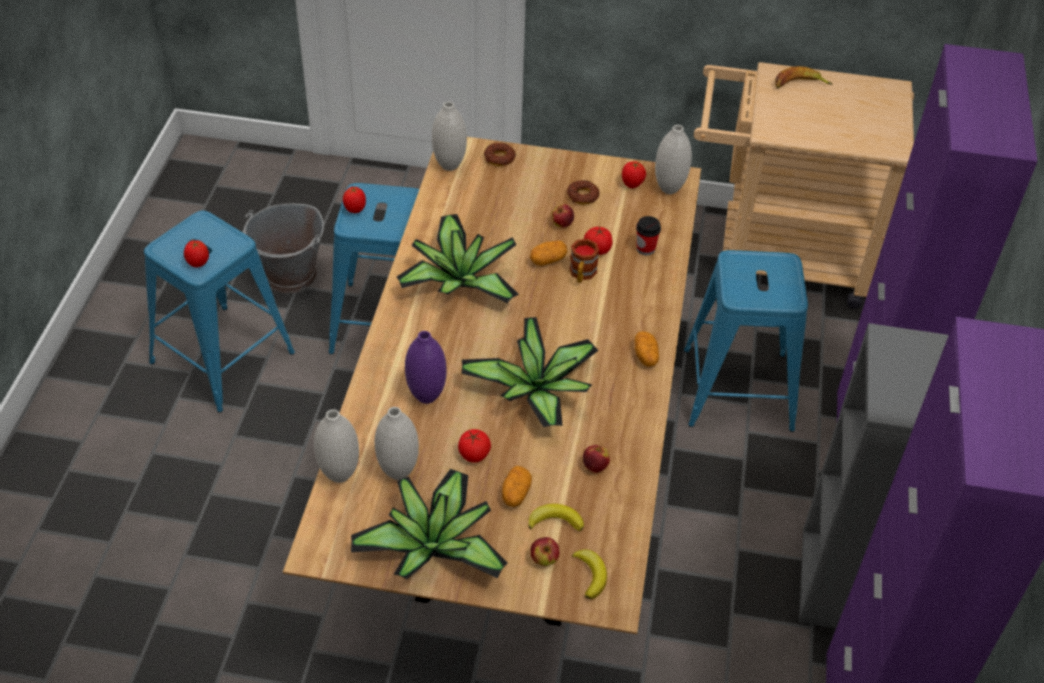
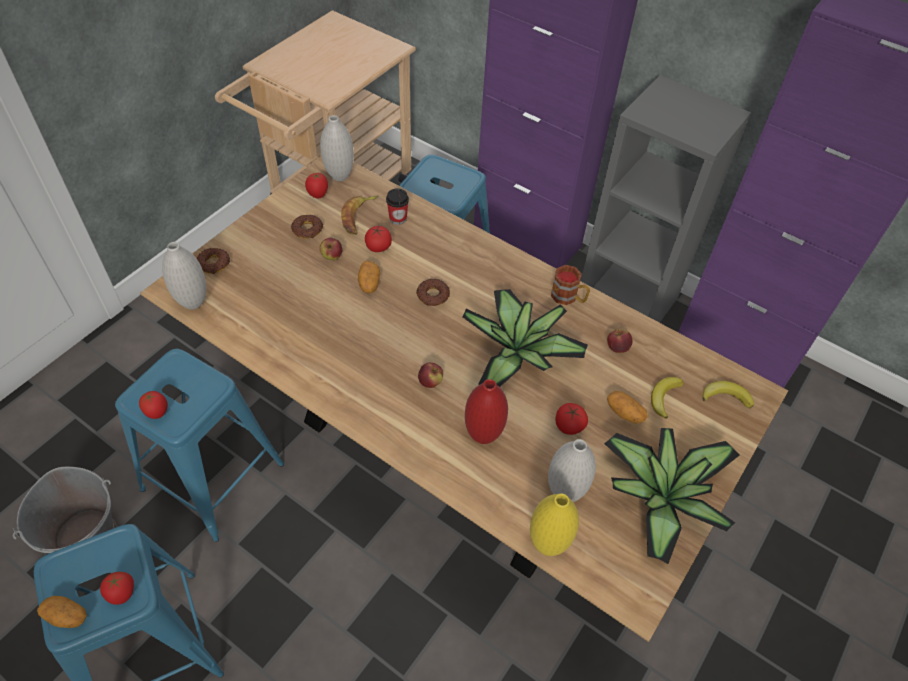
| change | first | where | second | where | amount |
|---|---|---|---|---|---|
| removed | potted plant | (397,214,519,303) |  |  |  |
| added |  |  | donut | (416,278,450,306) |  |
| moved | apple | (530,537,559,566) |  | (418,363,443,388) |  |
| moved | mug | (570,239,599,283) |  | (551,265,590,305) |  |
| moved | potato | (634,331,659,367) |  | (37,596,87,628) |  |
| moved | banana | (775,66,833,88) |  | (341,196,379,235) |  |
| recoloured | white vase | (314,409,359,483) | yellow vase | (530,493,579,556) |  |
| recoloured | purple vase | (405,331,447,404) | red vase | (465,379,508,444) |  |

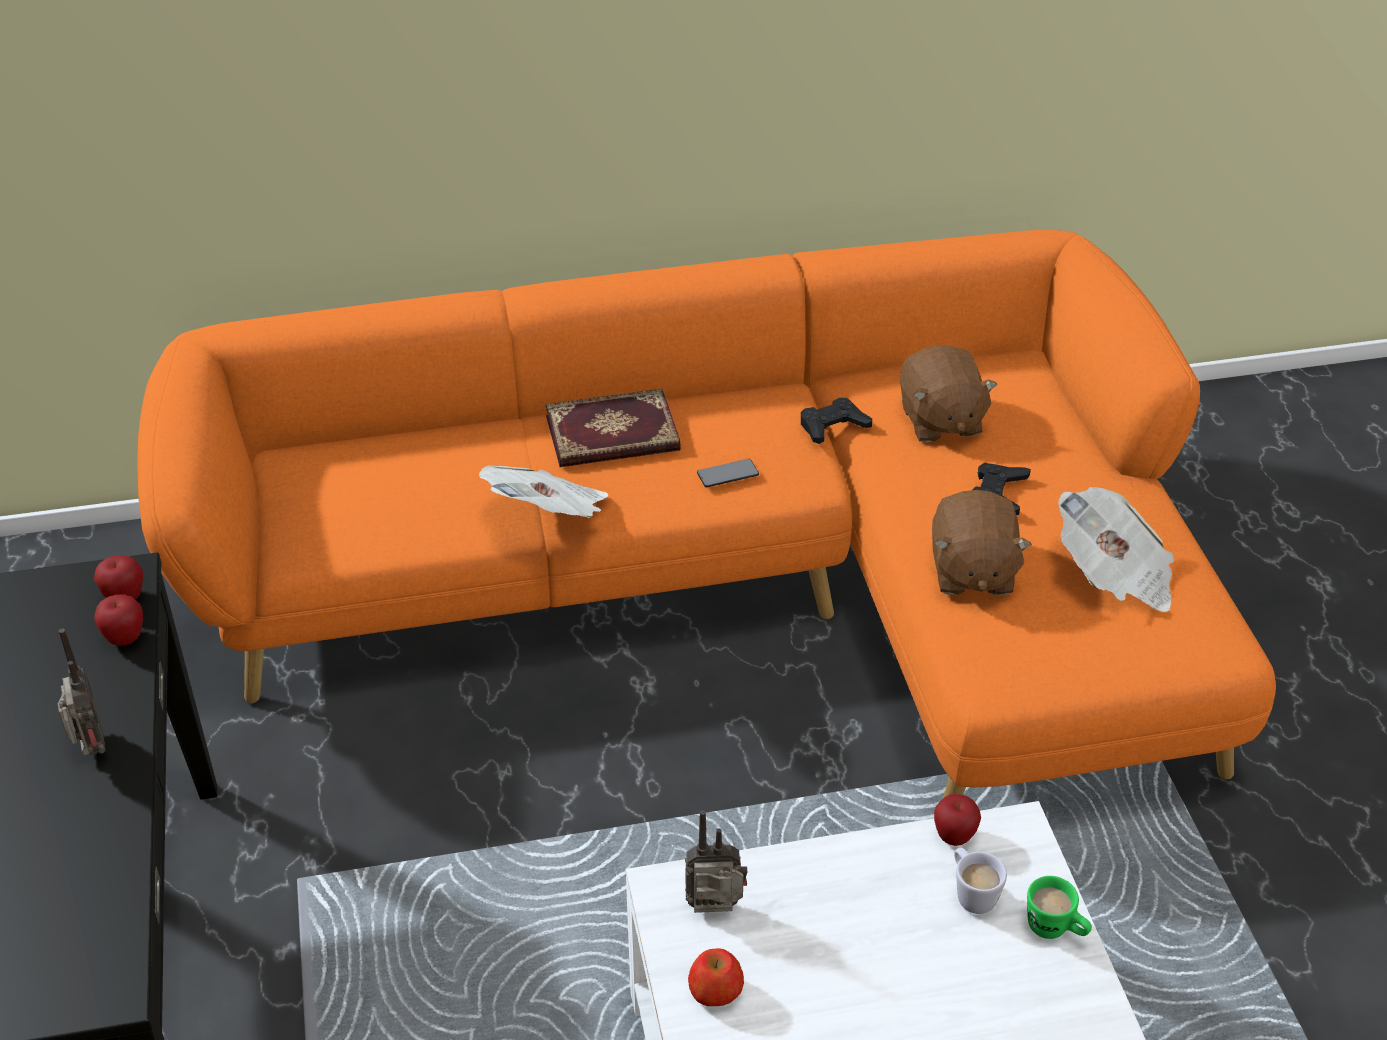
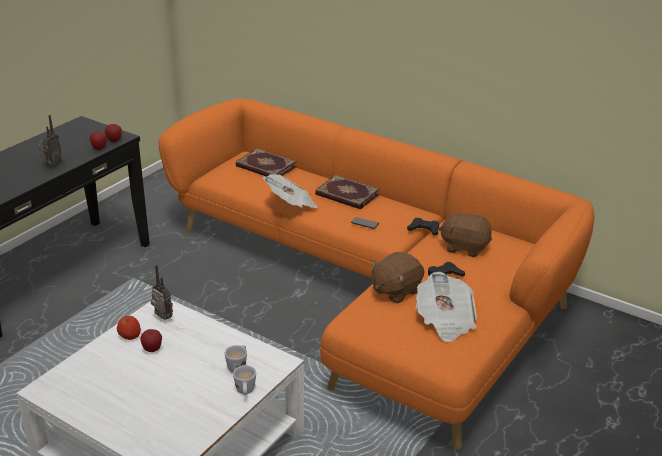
| change | first | where | second | where | amount |
|---|---|---|---|---|---|
| added |  |  | book | (236,148,297,177) |  |
| moved | apple | (934,794,981,846) |  | (140,329,162,352) |  |
| recoloured | green mug | (1027,876,1092,939) | white mug | (233,365,256,395) |  |
| turned | brown plush toy | (900,345,998,443) |  | (439,210,492,257) | 75 degrees clockwise |

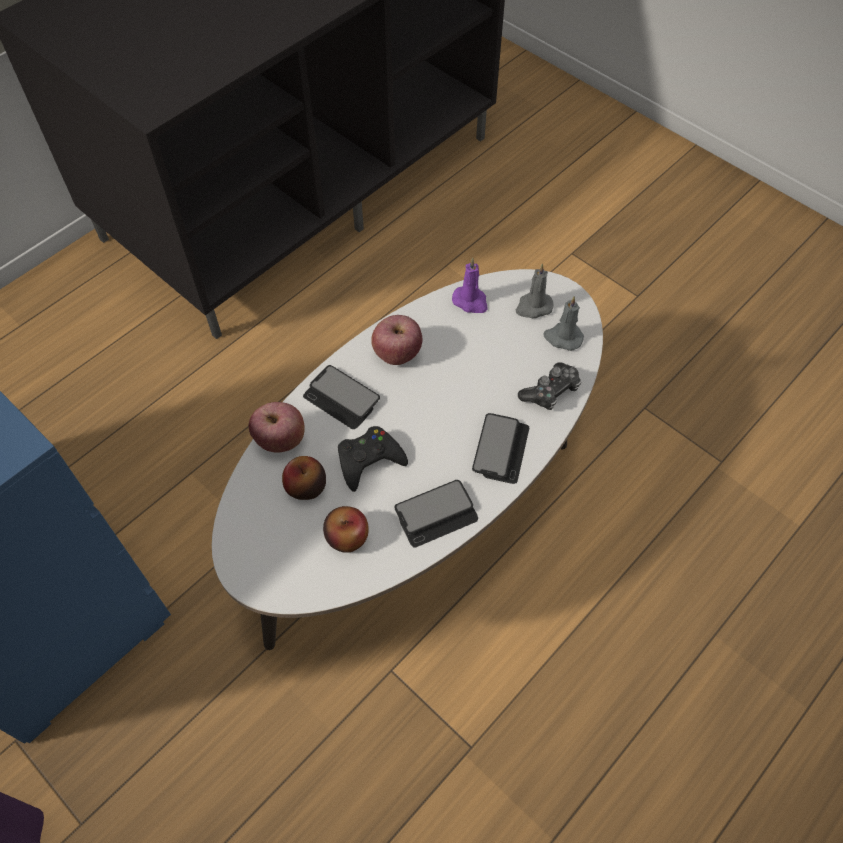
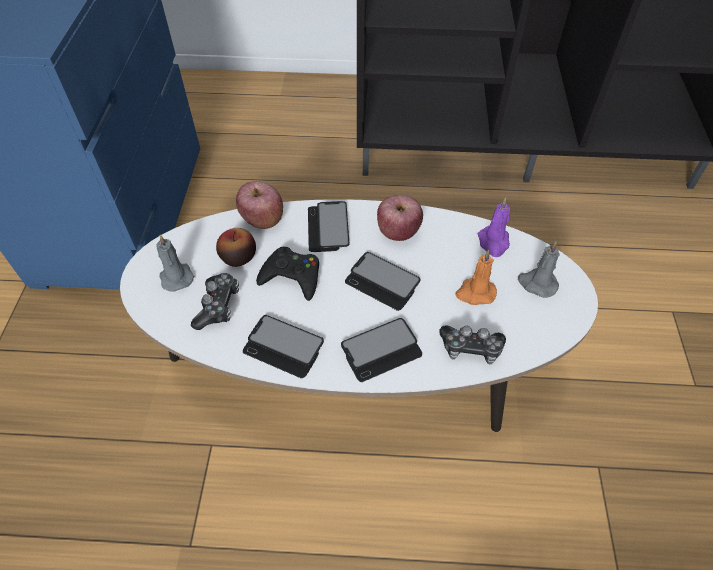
| change | first | where | second | where | amount |
|---|---|---|---|---|---|
| added |  |  | phone | (345,252,420,311) |  |
| added |  |  | orange candle | (455,250,497,305) |  |
| moved | grey candle | (543,296,584,351) |  | (156,235,194,292) |  |
| replaced | apple | (323,506,369,553) | game controller | (191,273,239,330) |  |

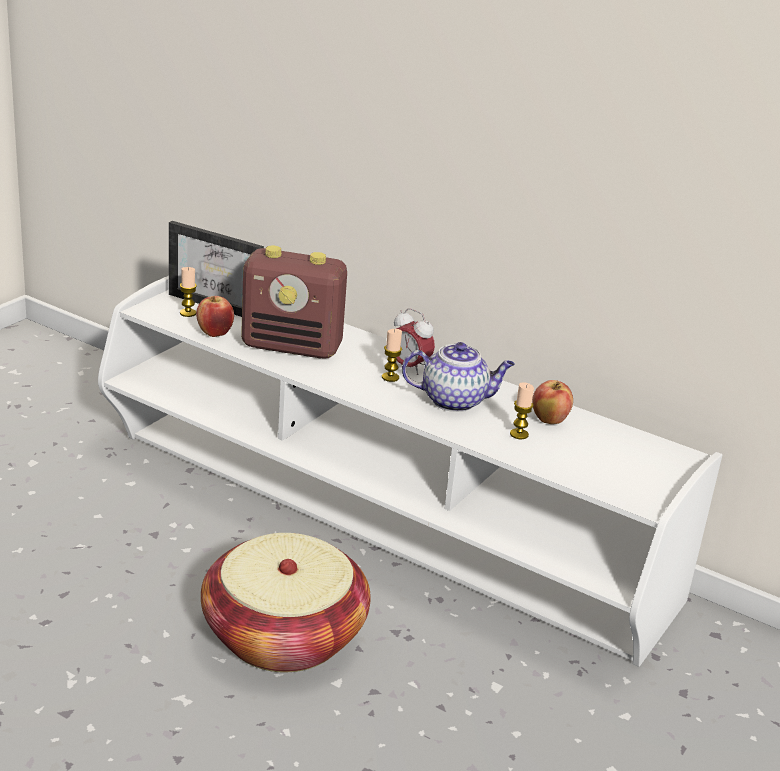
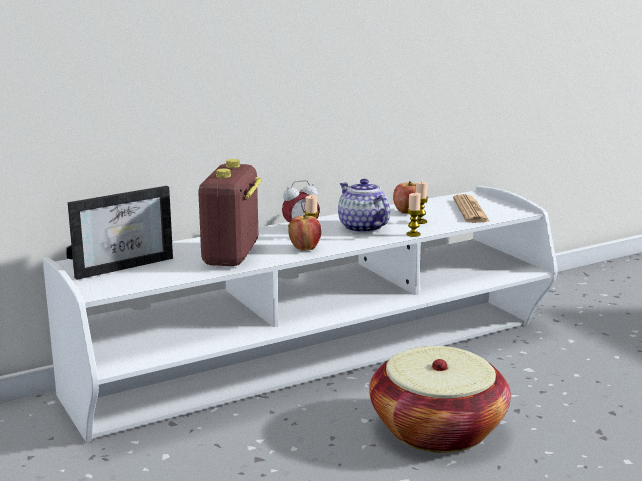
| change | first | where | second | where | amount |
|---|---|---|---|---|---|
| added |  |  | newspaper | (453,194,490,223) |  |
| moved | candle | (180,267,197,317) |  | (406,193,422,237) |  |
| moved | apple | (196,296,234,337) |  | (288,215,322,251) |  |
| turned | radio | (241,246,347,359) |  | (198,159,262,266) | 150 degrees clockwise |
| turned | teapot | (402,342,515,412) |  | (338,179,390,233) | 60 degrees counterclockwise |

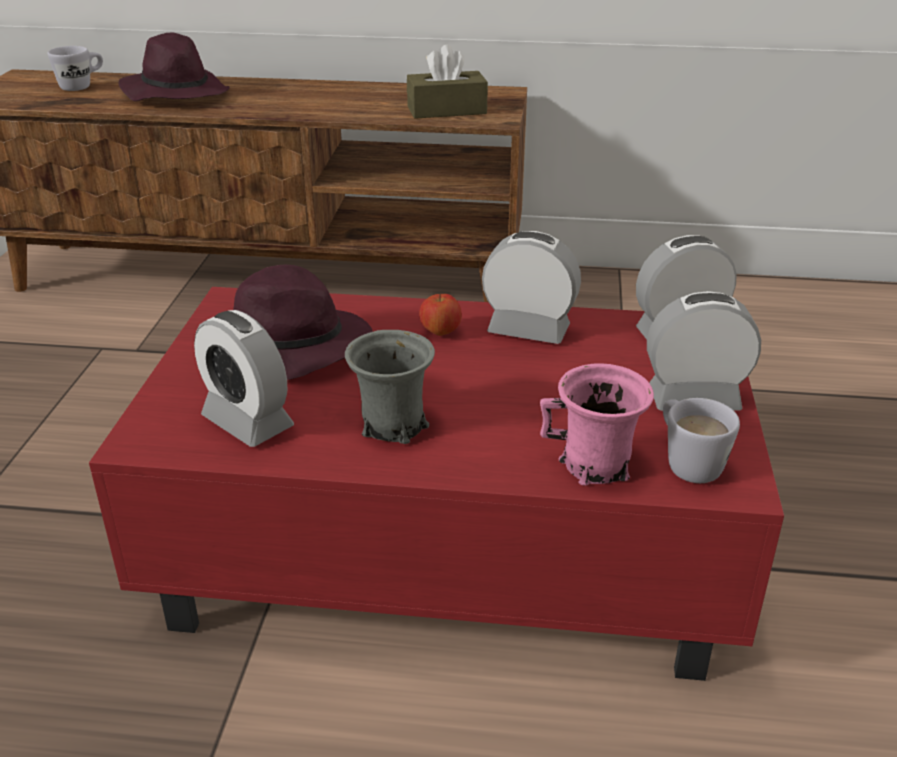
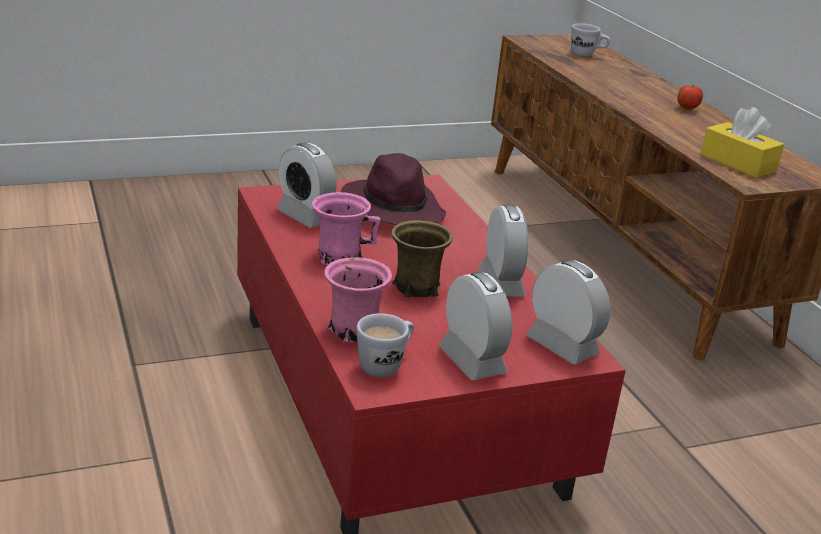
| change | first | where | second | where | amount |
|---|---|---|---|---|---|
| removed | purple hat | (119,32,230,101) |  |  |  |
| added |  |  | brown mug | (391,221,453,297) |  |
| moved | apple | (419,294,462,336) |  | (677,85,703,110) |  |
| recoloured | grey mug | (345,330,435,444) | pink mug | (312,192,381,265) |  |
| recoloured | brown tissue box | (407,45,488,119) | yellow tissue box | (701,107,784,178) |  |
| turned | alarm clock | (194,310,294,447) |  | (277,143,337,228) | 60 degrees counterclockwise |

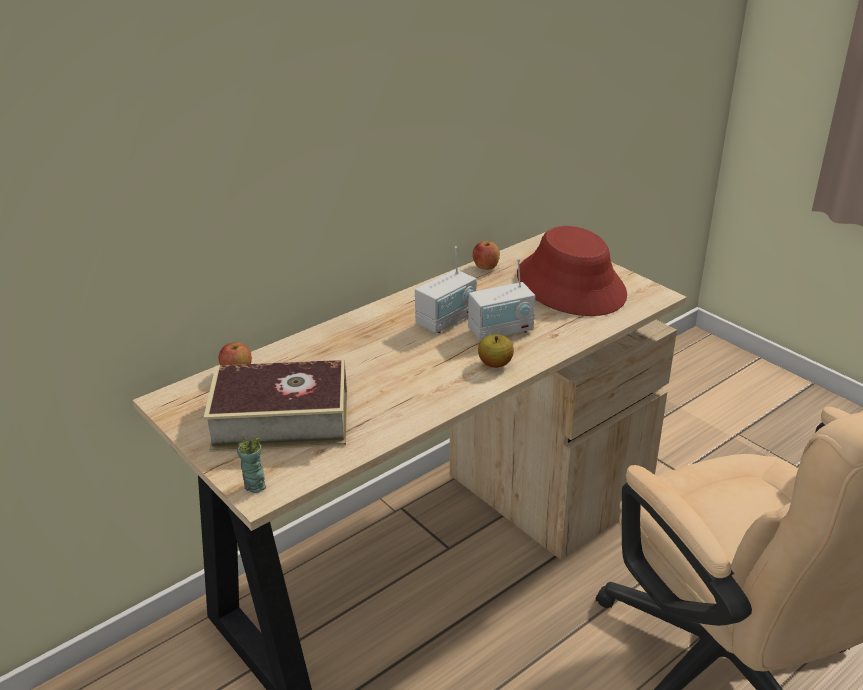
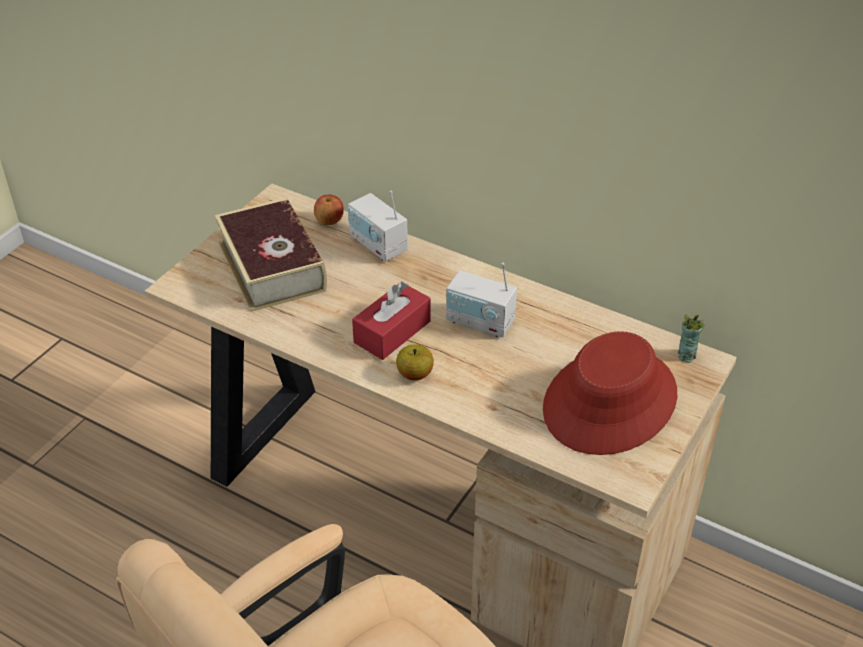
| change | first | where | second | where | amount |
|---|---|---|---|---|---|
| removed | apple | (473,241,500,270) |  |  |  |
| added |  |  | red tissue box | (352,282,431,360) |  |
| moved | cup | (237,437,266,493) |  | (678,314,705,363) |  |
| moved | radio | (468,258,535,341) |  | (348,191,408,262) |  |

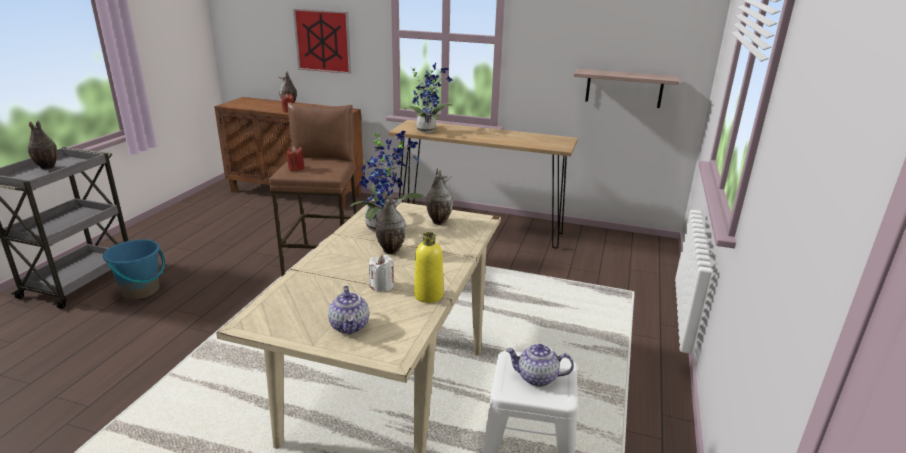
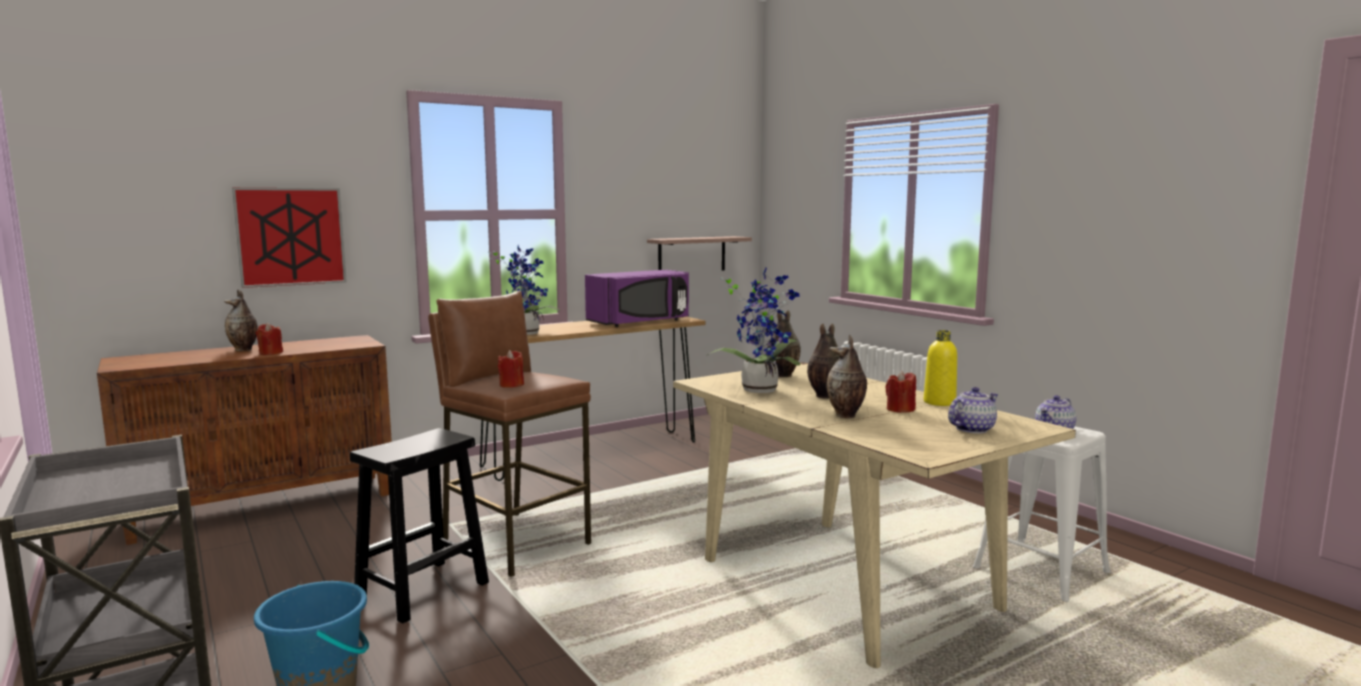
| change | first | where | second | where | amount |
|---|---|---|---|---|---|
| added |  |  | black stool | (350,428,489,624) |  |
| added |  |  | purple microwave | (585,270,689,327) |  |
| moved | vase | (28,120,57,170) |  | (827,334,867,418) |  |
| recoloured | white candle | (369,255,394,292) | red candle | (885,371,916,413) |  |
| turned | teapot | (328,286,369,334) |  | (948,387,998,433) | 60 degrees counterclockwise |

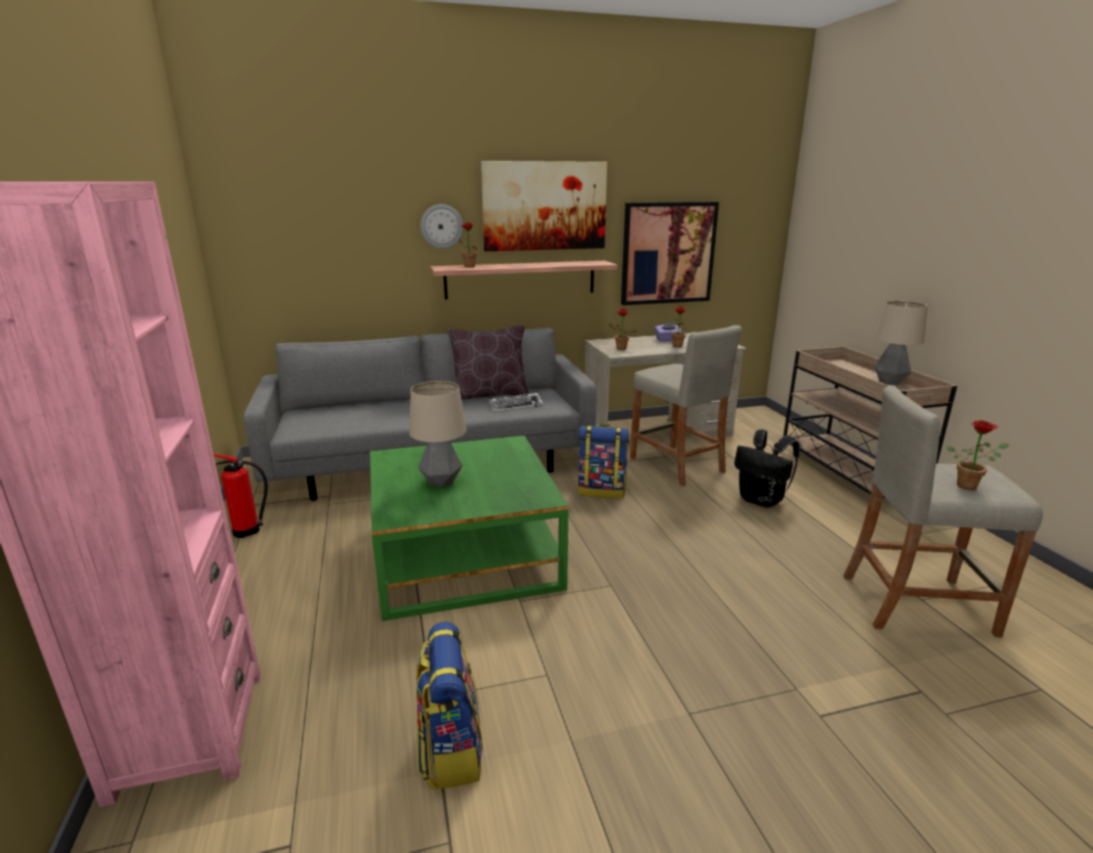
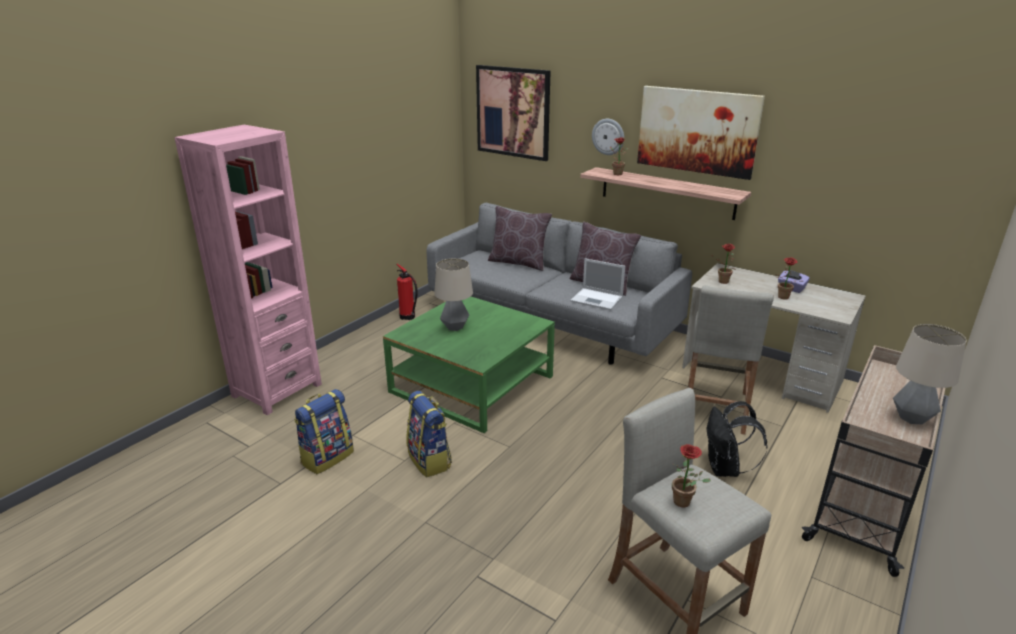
| change | first | where | second | where | amount |
|---|---|---|---|---|---|
| added |  |  | brown pillow | (488,206,552,271) |  |
| moved | backpack | (578,424,629,498) |  | (406,391,452,478) |  |
| moved | picture | (621,202,719,305) |  | (476,65,551,161) |  |
| replaced | keyboard | (489,393,543,412) | laptop | (570,258,625,310) |  |

